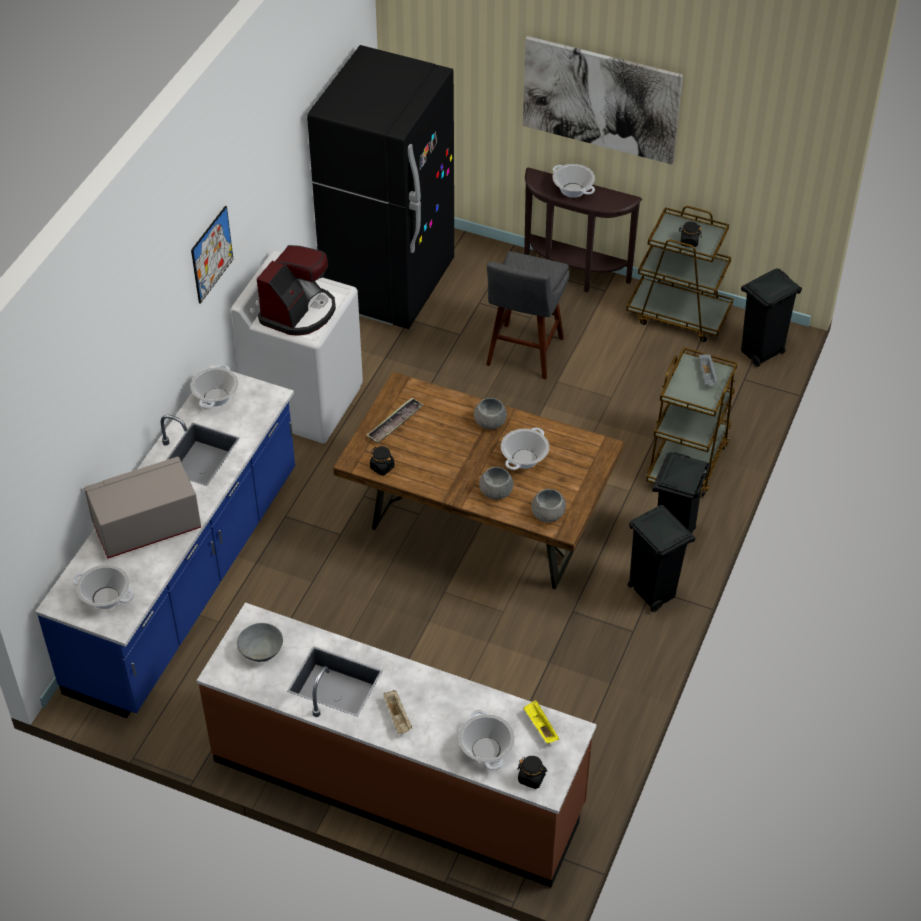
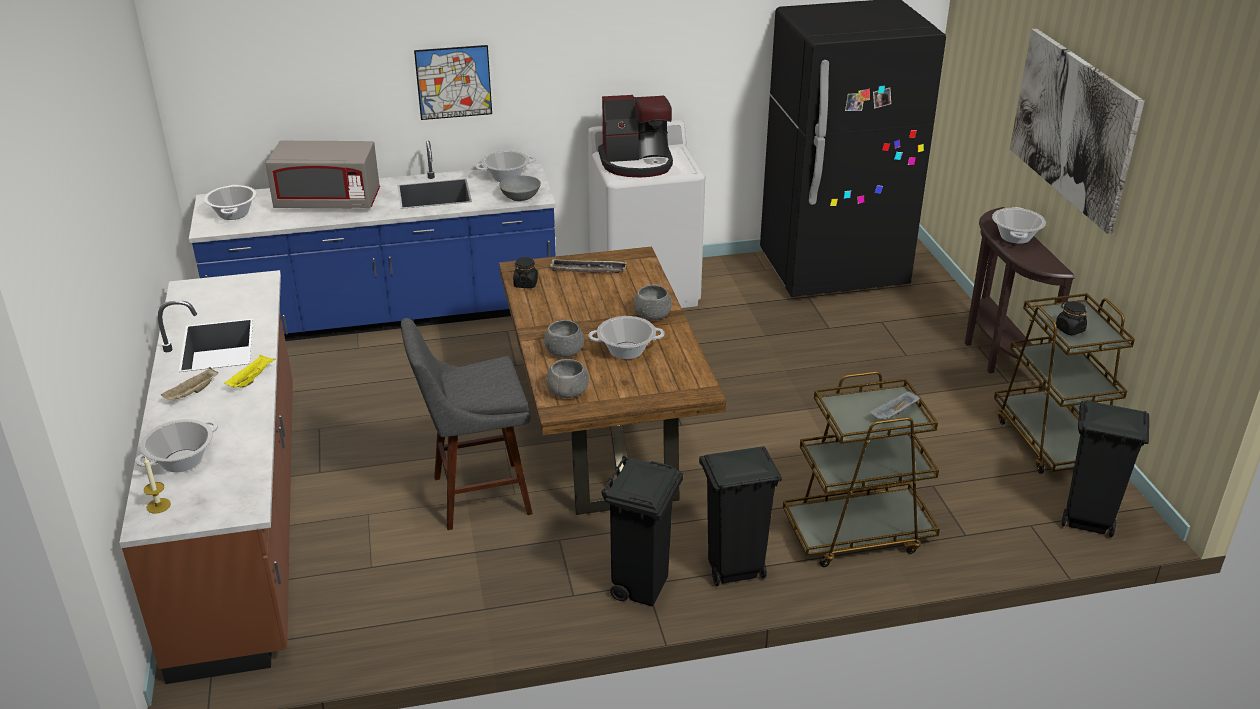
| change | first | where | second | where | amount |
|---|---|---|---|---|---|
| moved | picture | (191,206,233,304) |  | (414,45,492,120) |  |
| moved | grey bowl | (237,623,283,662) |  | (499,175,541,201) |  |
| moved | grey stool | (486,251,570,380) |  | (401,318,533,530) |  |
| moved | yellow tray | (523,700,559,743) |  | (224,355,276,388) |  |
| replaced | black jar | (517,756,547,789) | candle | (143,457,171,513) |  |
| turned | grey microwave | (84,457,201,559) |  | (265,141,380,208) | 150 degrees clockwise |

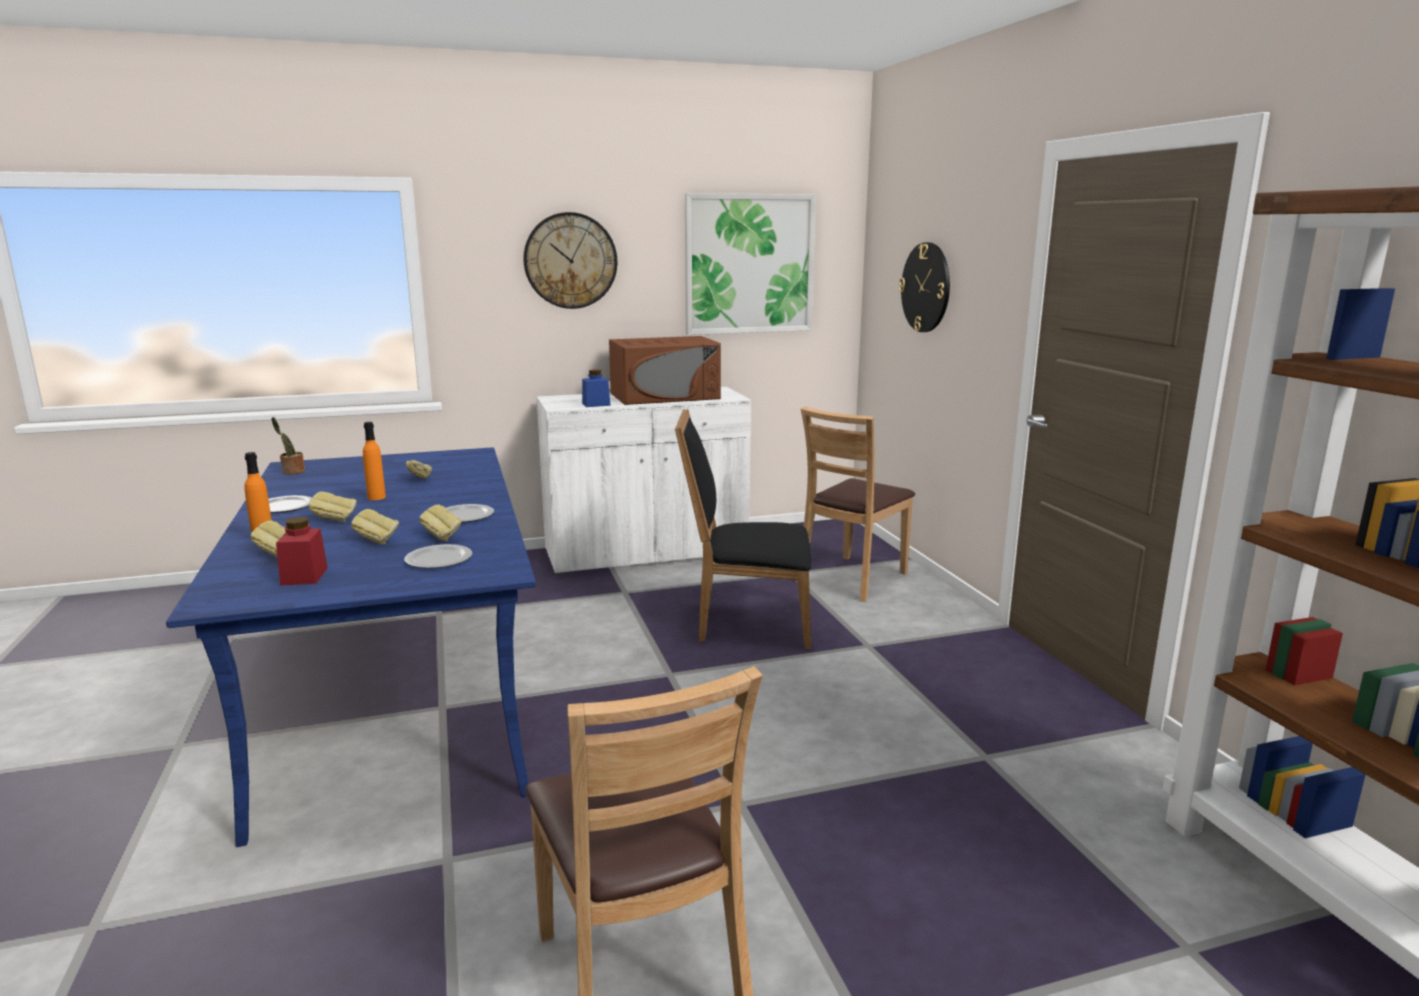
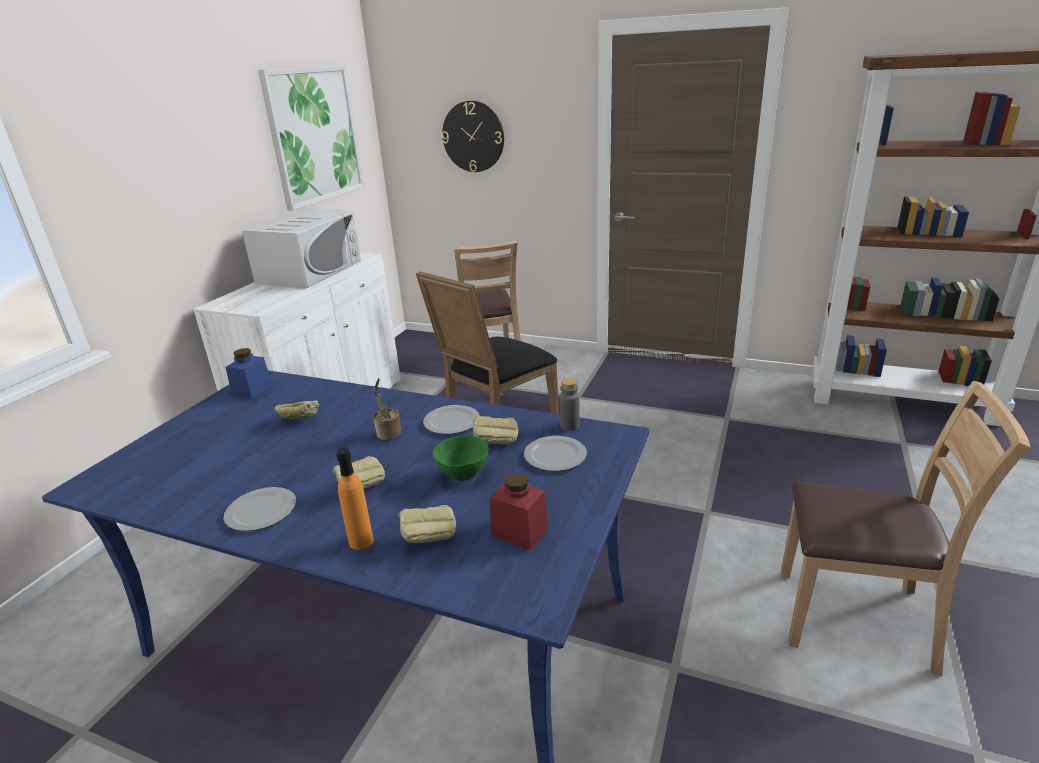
| change | first | where | second | where | amount |
|---|---|---|---|---|---|
| removed | orange bottle | (363,422,386,500) |  |  |  |
| removed | wall clock | (523,212,617,309) |  |  |  |
| added |  |  | grey bottle | (559,378,580,431) |  |
| moved | potted plant | (271,417,305,475) |  | (373,378,402,440) |  |
| moved | blue jar | (582,370,610,407) |  | (226,348,272,399) |  |
| replaced | bread | (351,509,399,544) | green bowl | (432,435,489,481) |  |
| recoloured | brown microwave | (609,336,721,405) | white microwave | (242,209,361,288) |  |

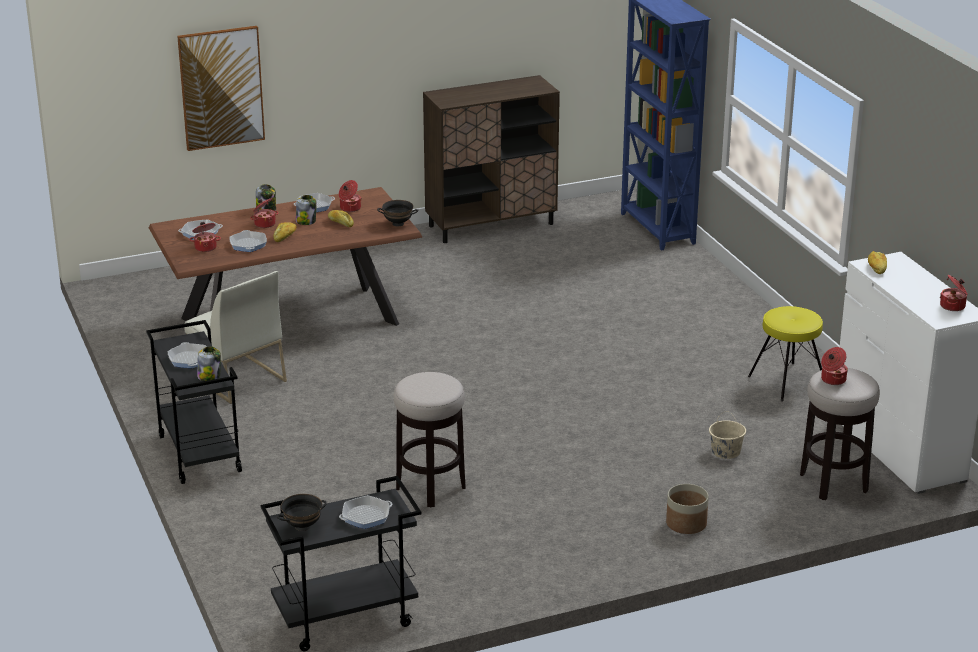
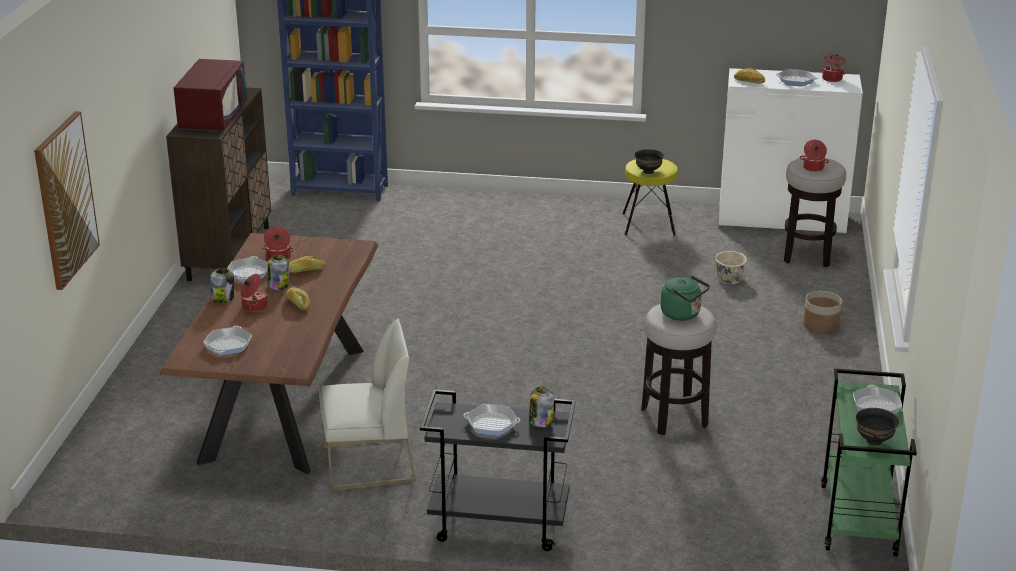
| change | first | where | second | where | amount |
|---|---|---|---|---|---|
| removed | cooking pot | (189,222,221,252) |  |  |  |
| added |  |  | red microwave | (174,59,247,132) |  |
| added |  |  | green kettle | (660,275,710,321) |  |
| moved | frying pan | (229,230,267,252) |  | (776,69,818,86) |  |
| moved | black bowl | (377,200,418,226) |  | (635,149,664,174) |  |
| recoloured | black cart | (260,476,421,651) | green cart | (821,368,917,557) |  |

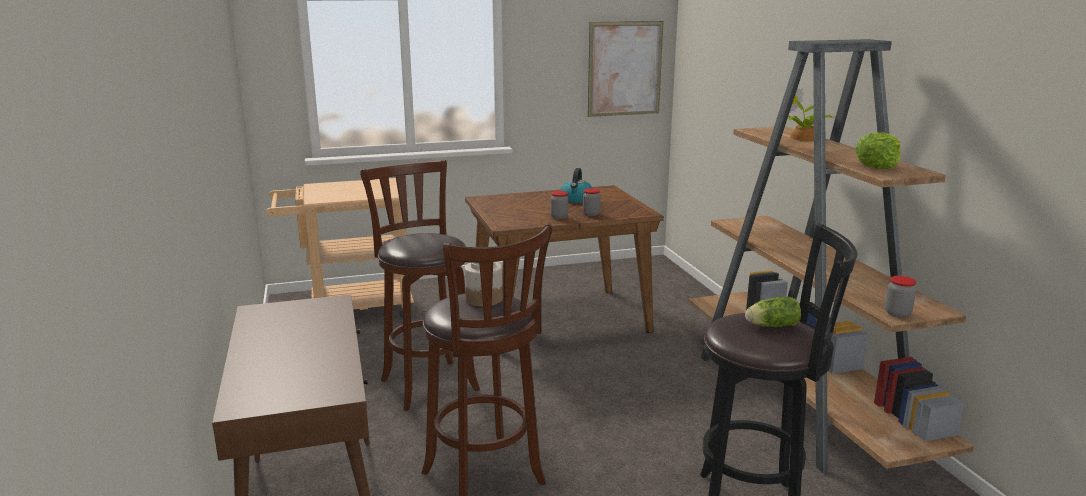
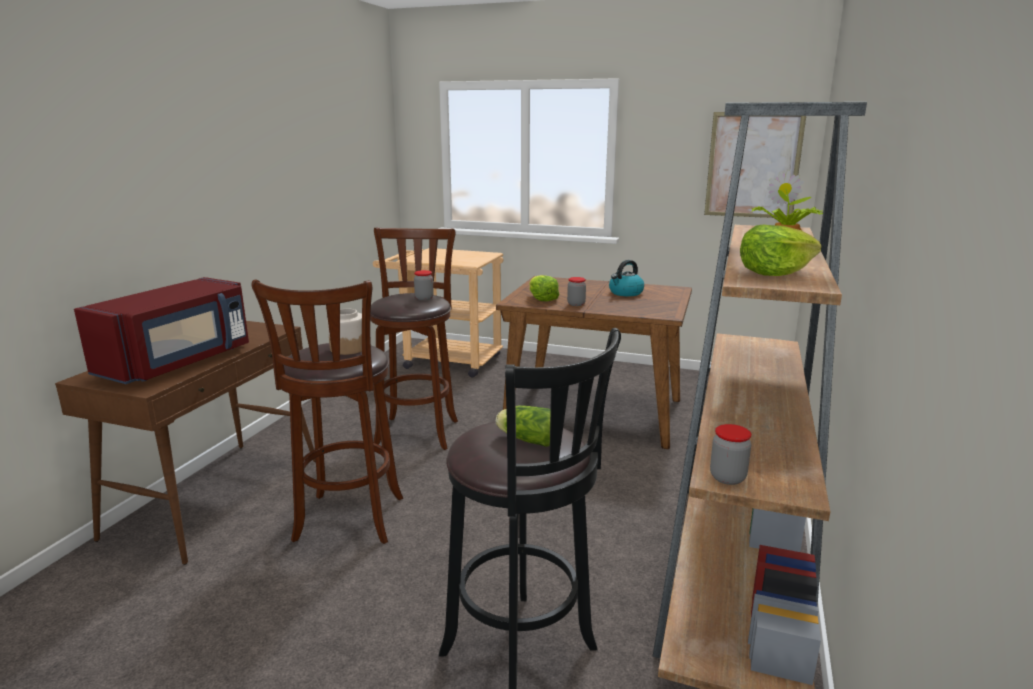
| change | first | where | second | where | amount |
|---|---|---|---|---|---|
| added |  |  | red microwave | (74,277,249,384) |  |
| added |  |  | lettuce | (529,275,560,301) |  |
| moved | jar | (583,188,601,216) |  | (414,270,434,300) |  |

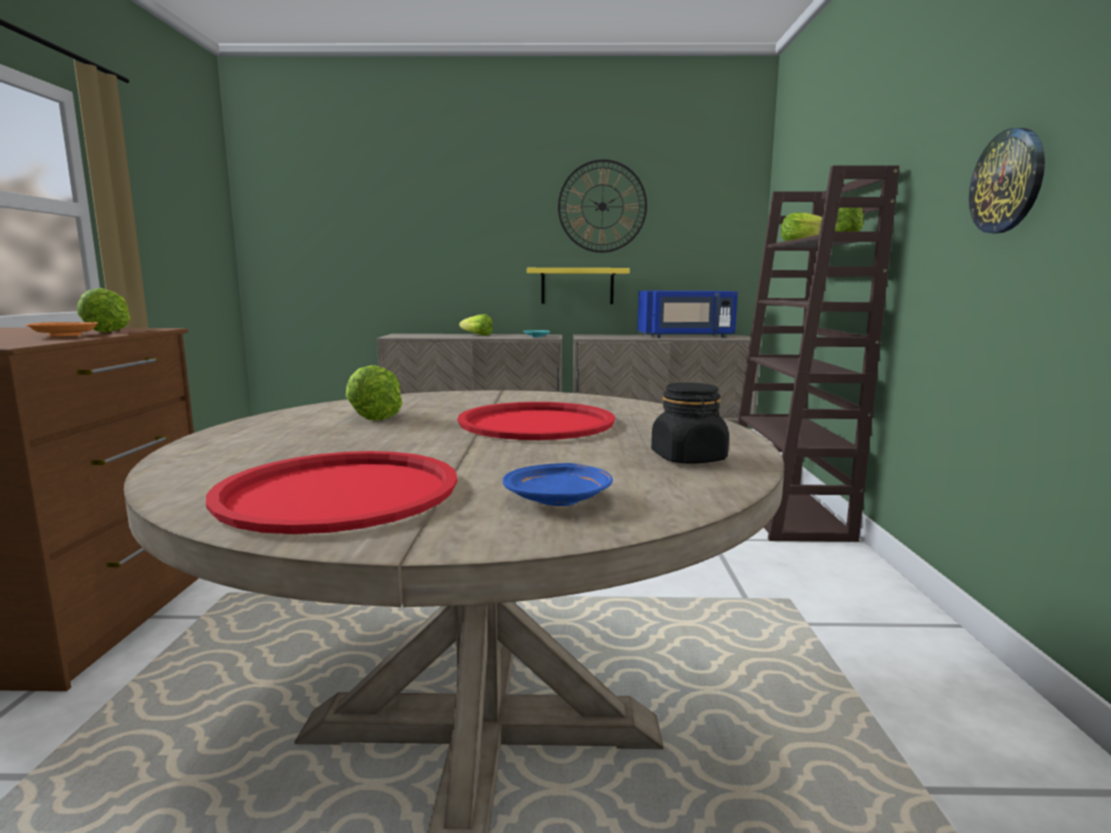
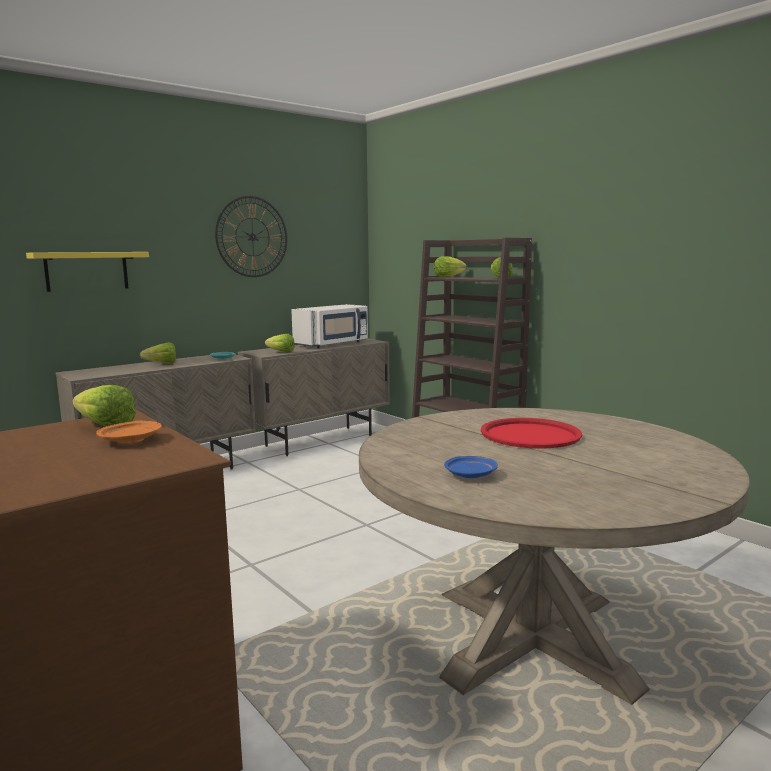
| change | first | where | second | where | amount |
|---|---|---|---|---|---|
| removed | red tray | (206,451,458,534) |  |  |  |
| removed | black jar | (651,383,729,464) |  |  |  |
| removed | wall clock | (969,128,1045,233) |  |  |  |
| moved | lettuce | (346,365,403,421) |  | (265,334,295,353) |  |
| moved | blue plate | (502,463,613,506) |  | (444,456,498,478) |  |
| moved | yellow shelf | (527,268,630,304) |  | (26,252,149,292) |  |
| recoloured | blue microwave | (637,291,738,338) | white microwave | (291,304,368,348) |  |

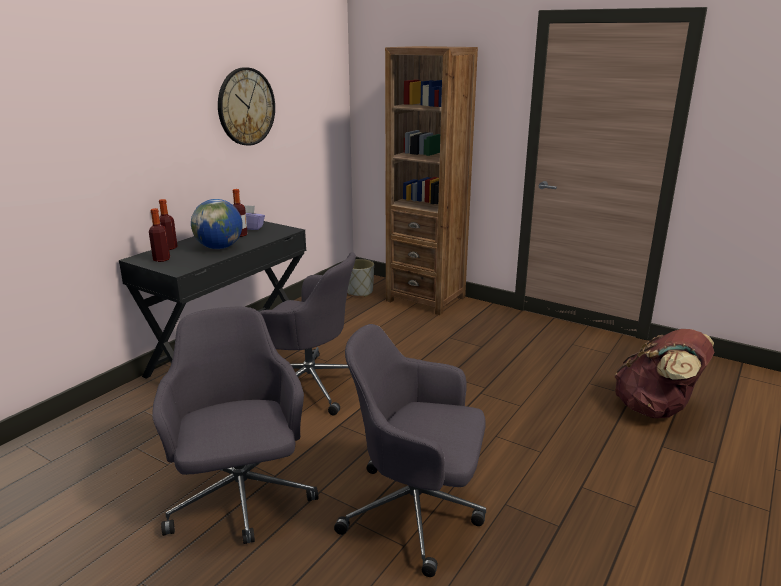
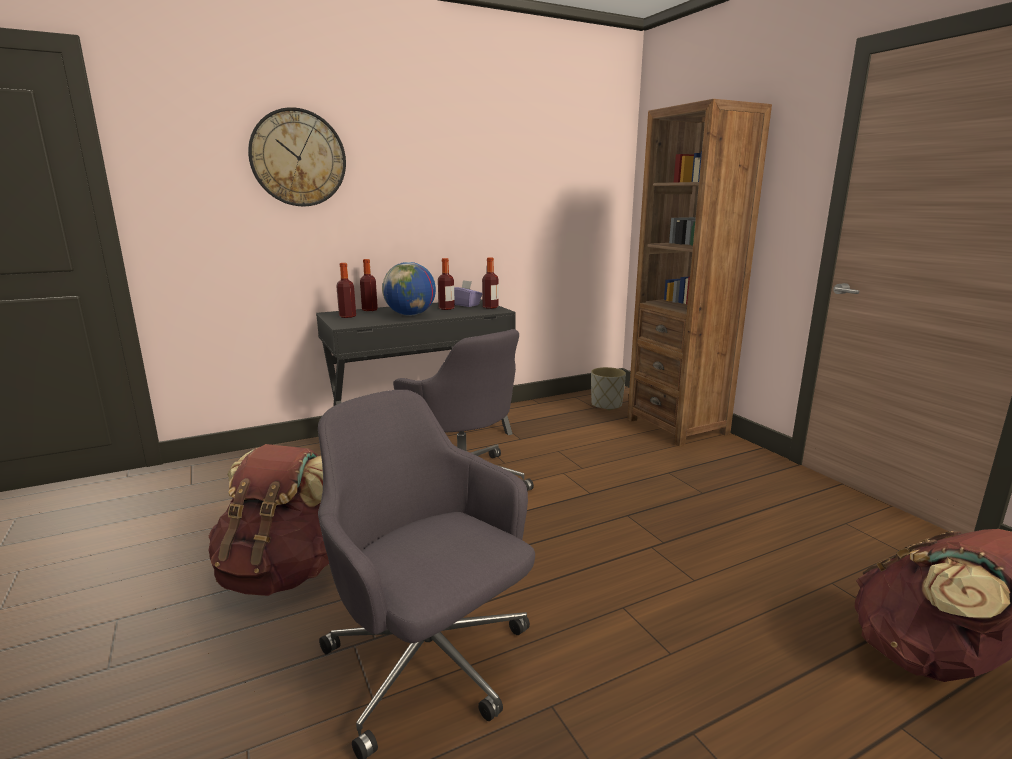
| change | first | where | second | where | amount |
|---|---|---|---|---|---|
| added |  |  | bottle | (482,257,499,309) |  |
| moved | wall clock | (218,67,275,146) |  | (248,107,346,206) |  |
| replaced | grey office chair | (152,307,318,544) | brown backpack | (208,444,329,596) |  |

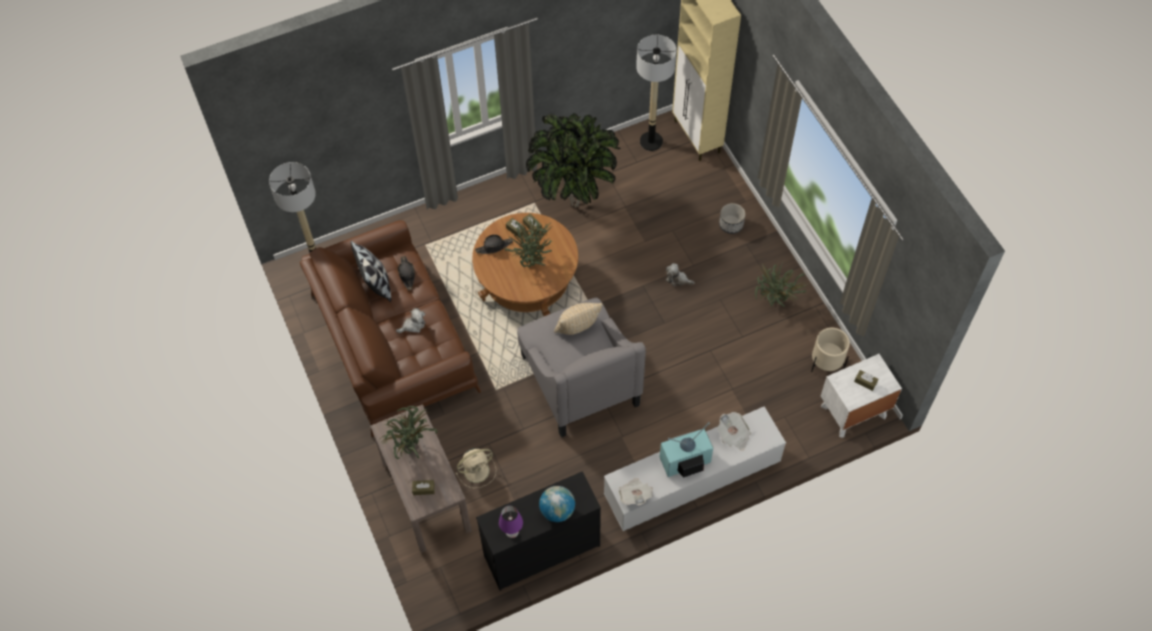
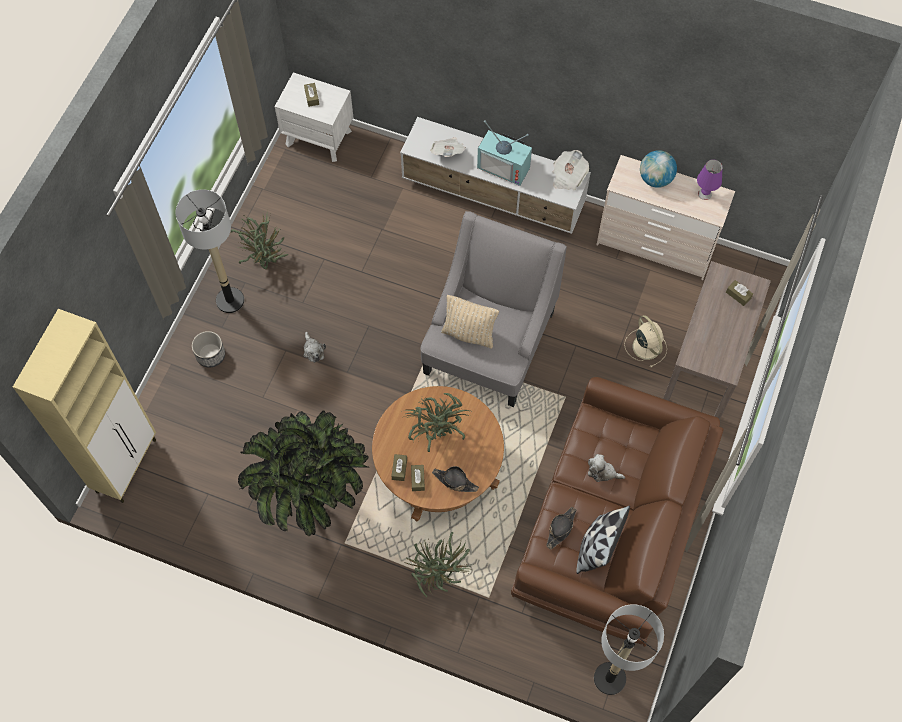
| change | first | where | second | where | amount |
|---|---|---|---|---|---|
| removed | beige planter | (811,328,850,372) |  |  |  |
| moved | potted plant | (378,406,437,459) |  | (405,532,473,597) |  |
| moved | floor lamp | (636,35,677,151) |  | (175,189,244,313) |  |
| recoloured | black dresser | (476,471,601,591) | beige dresser | (596,155,735,280) |  |
| turned | beige fan | (456,448,496,488) |  | (624,315,667,367) | 45 degrees clockwise |

